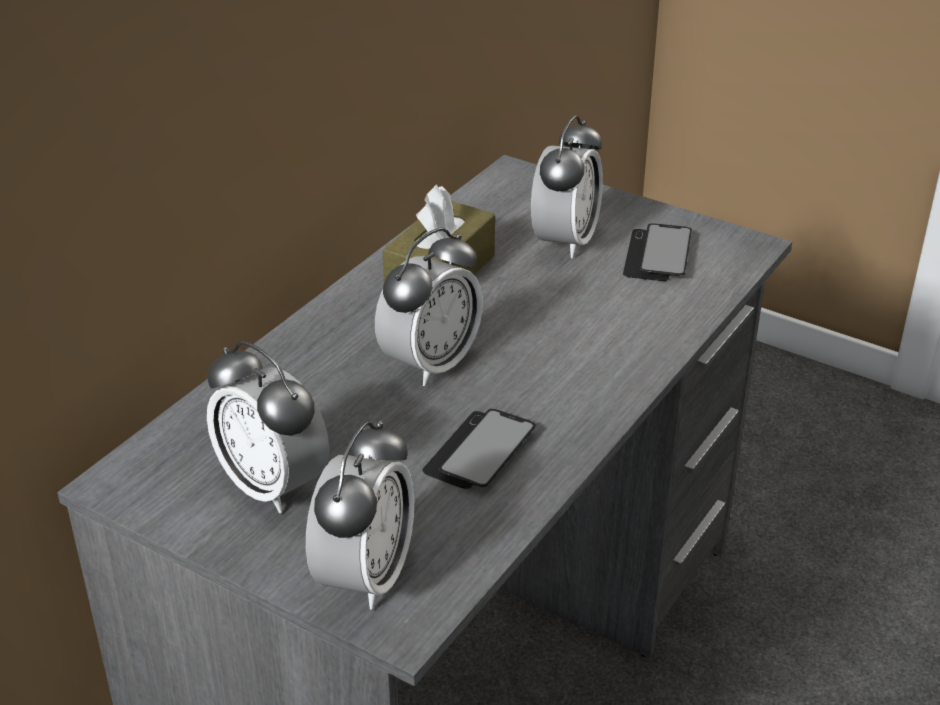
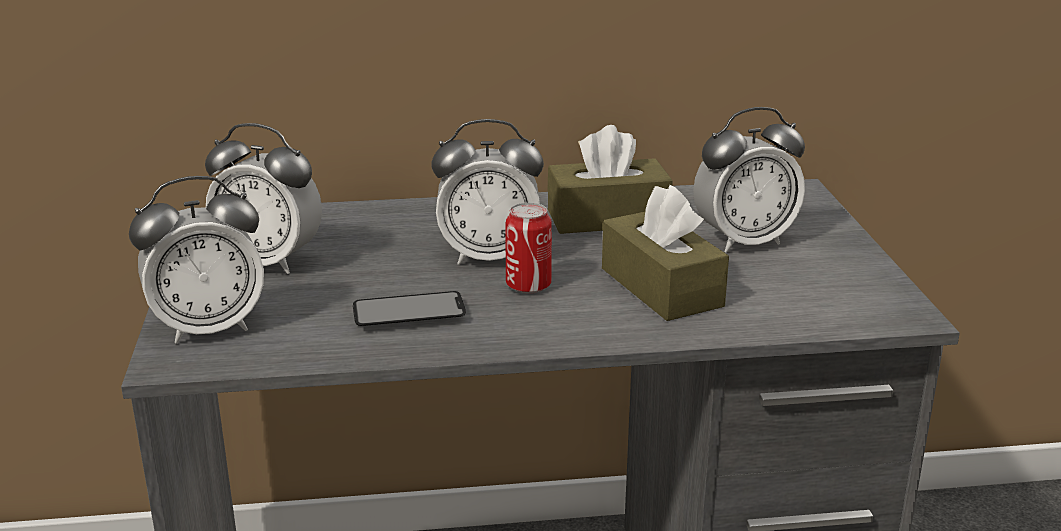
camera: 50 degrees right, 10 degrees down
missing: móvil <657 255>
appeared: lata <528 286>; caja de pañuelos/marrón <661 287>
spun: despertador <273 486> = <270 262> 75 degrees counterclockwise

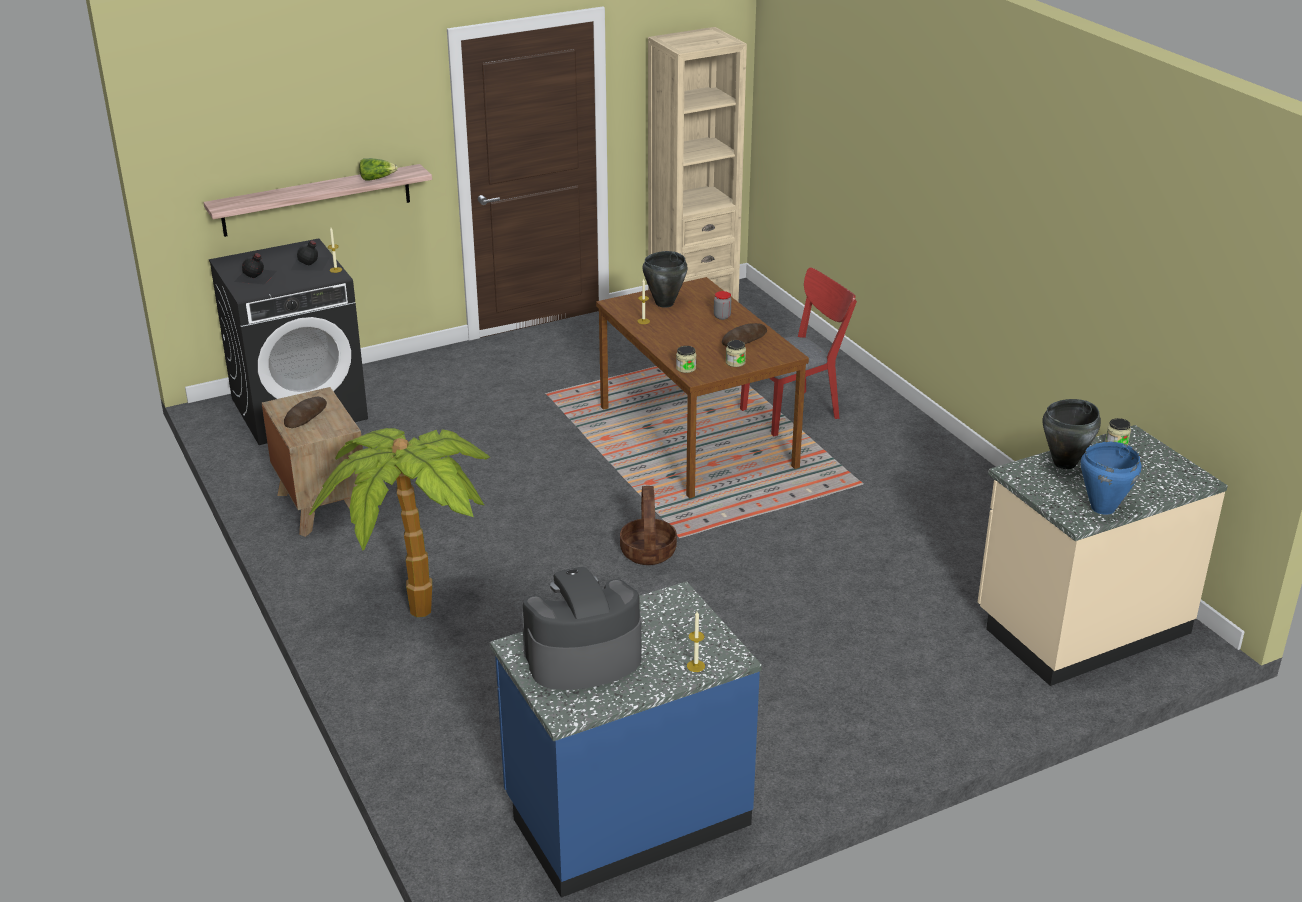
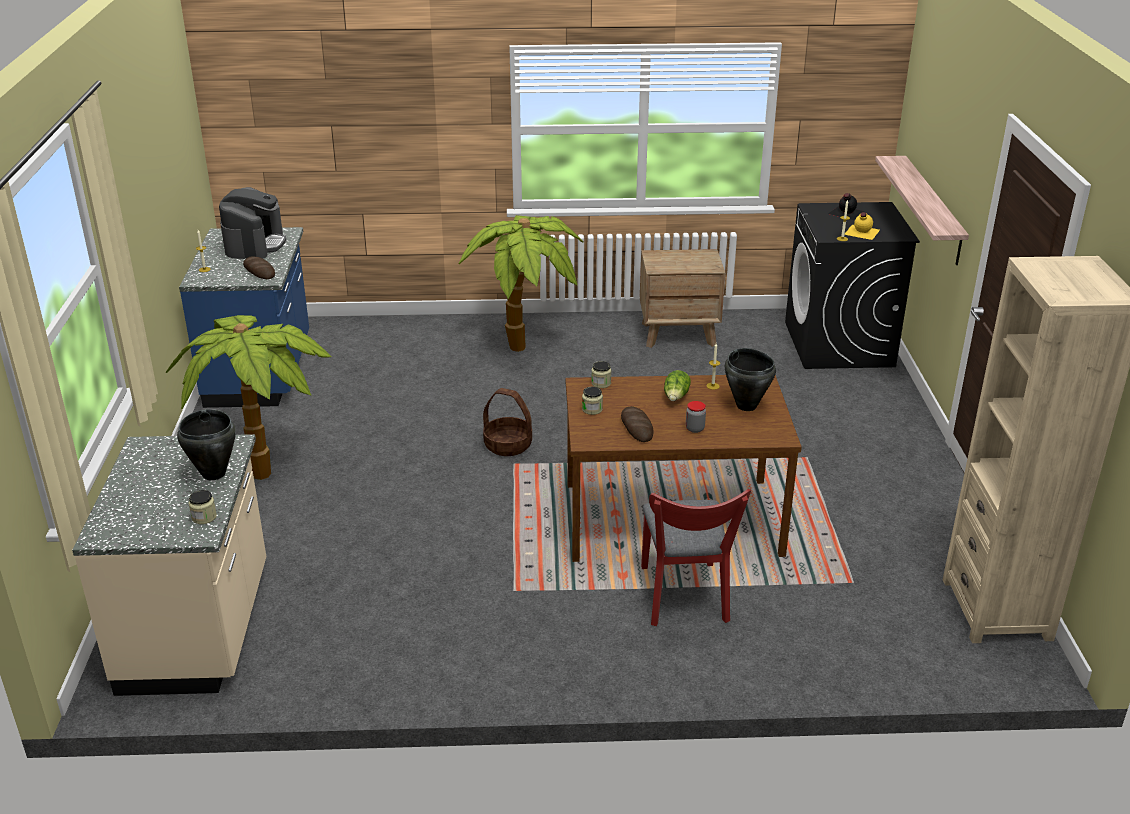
camera: 115 degrees right, 0 degrees up
missing: olla/azul <1102 508>
appeared: planta en maceta <261 468>
relocated: pan <306 415> to <259 271>; lechuga <377 178> to <676 397>
colour: botella/negro <310 263> to botella/amarillo <861 232>

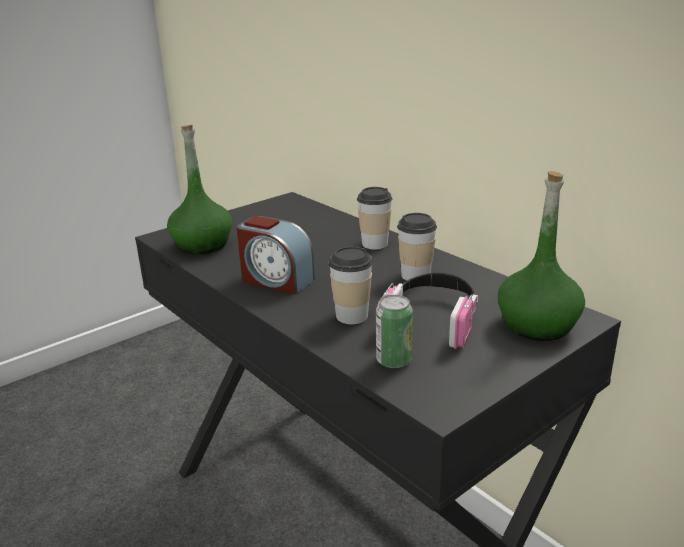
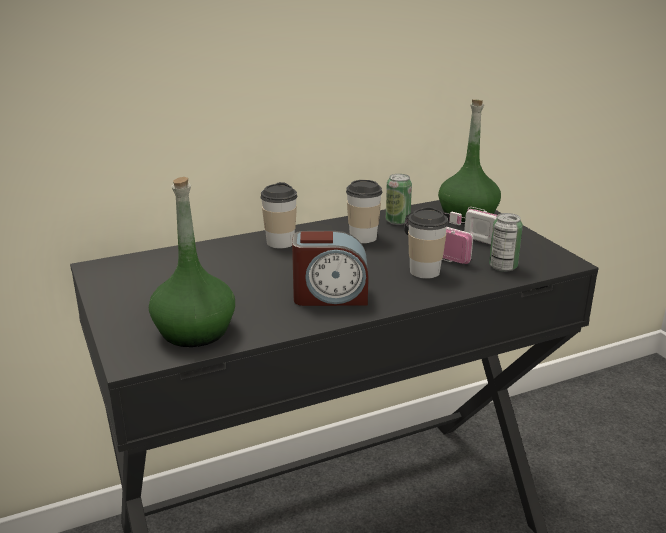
camera: 75 degrees left, 0 degrees up
appeared: lata <397 221>
spun: despertador <276 280> = <330 296> 45 degrees clockwise

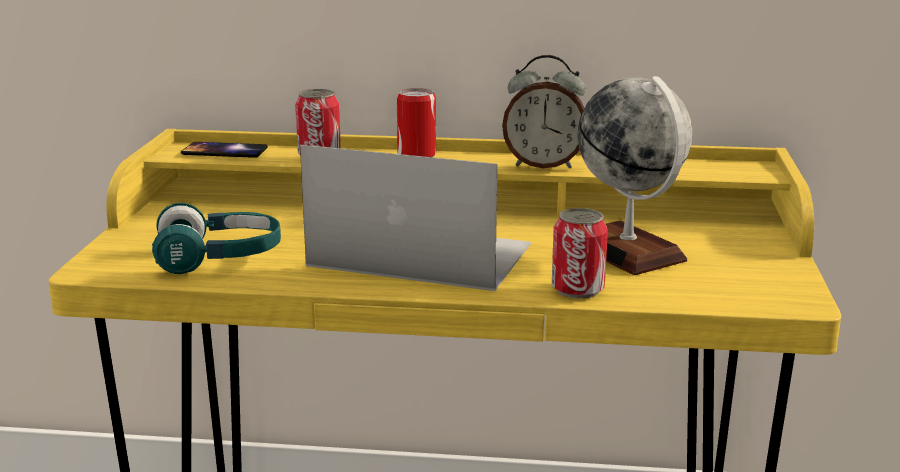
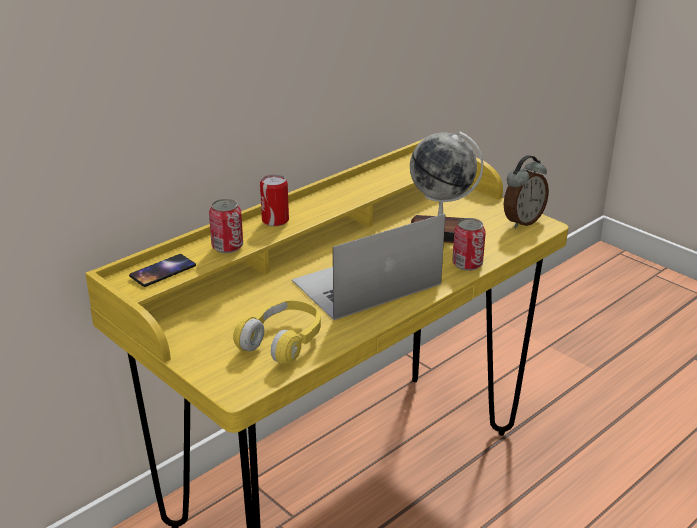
camera: 50 degrees left, 10 degrees up
relocated: despertador <543 165> to <522 221>
colour: auriculares/turquesa <219 259> to auriculares/amarillo <283 342>

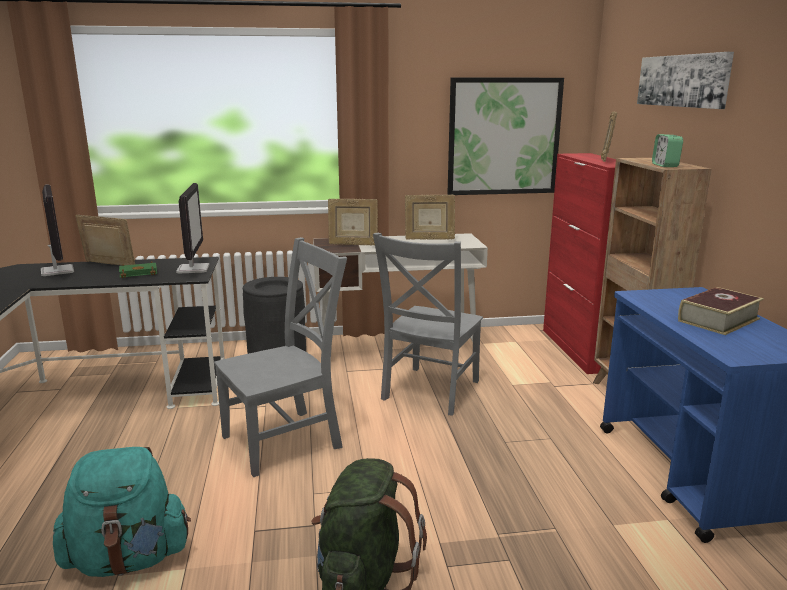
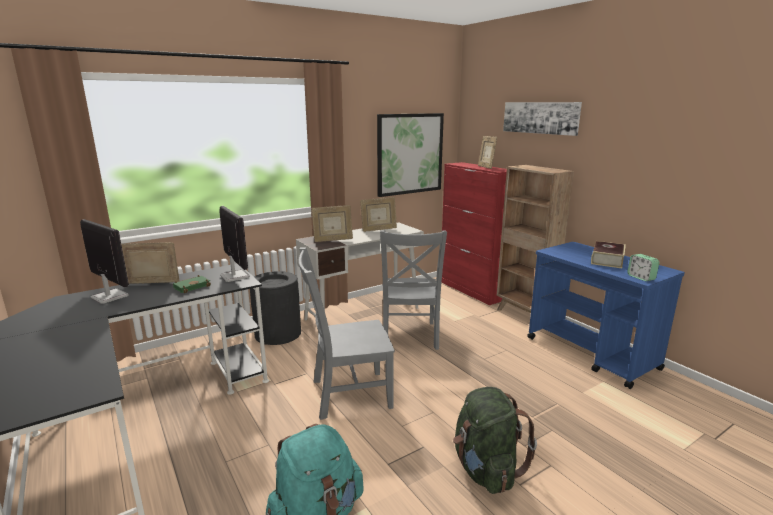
camera: 25 degrees left, 0 degrees up
relocated: despertador <665 165> to <641 278>
spun: silla/gris <287 440> = <347 394> 135 degrees counterclockwise

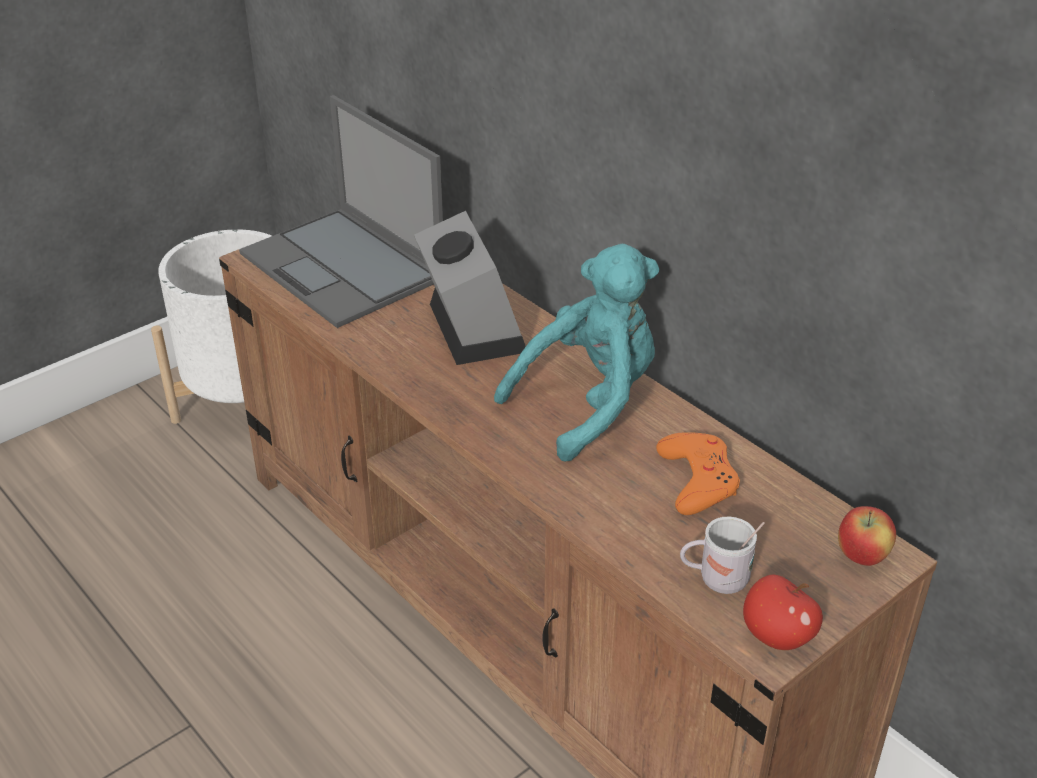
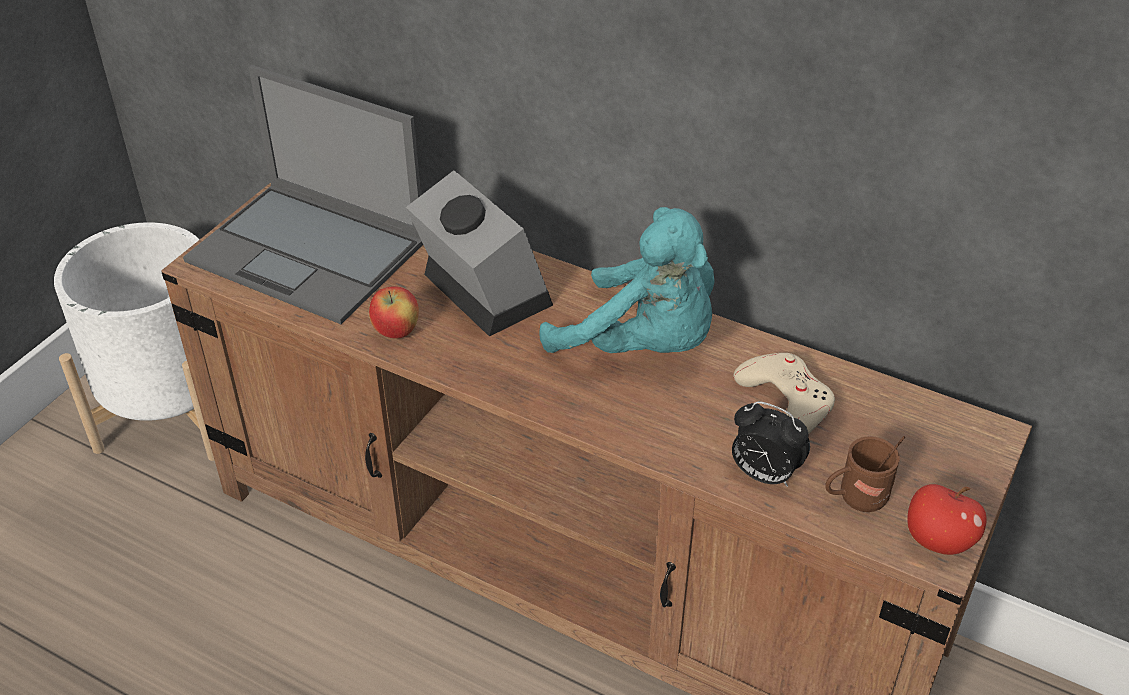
camera: 20 degrees left, 5 degrees up
appeared: despertador <763 474>
relocated: manzana <862 557> to <397 332>
colour: mando de consola/naranja <697 479> to mando de consola/beis <786 400>; taza grande/blanco <716 580> to taza grande/marrón <856 499>
spun: peluche/turquesa <589 403> = <642 346> 90 degrees clockwise

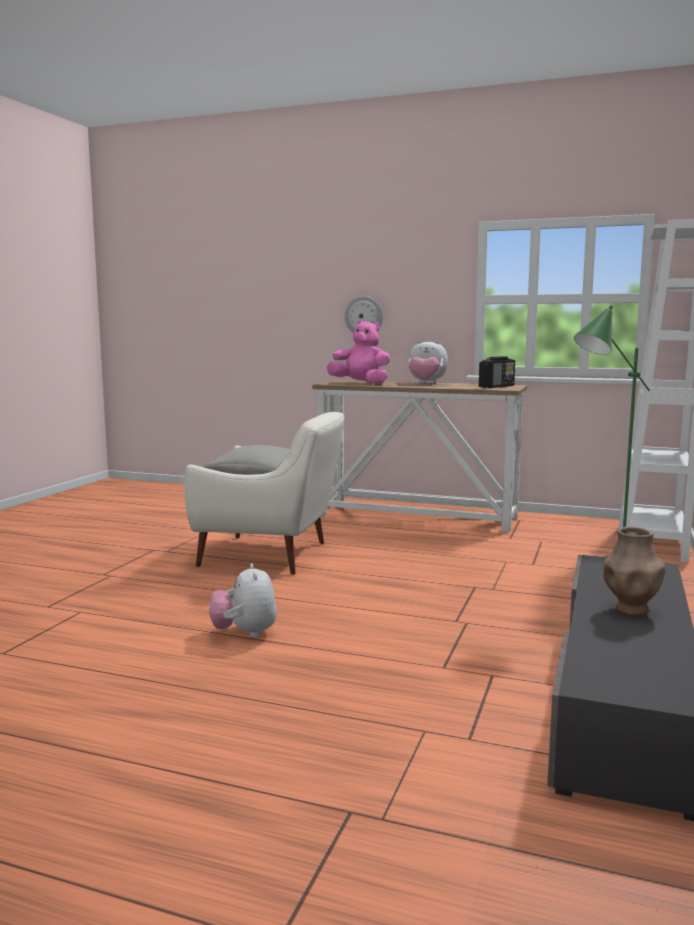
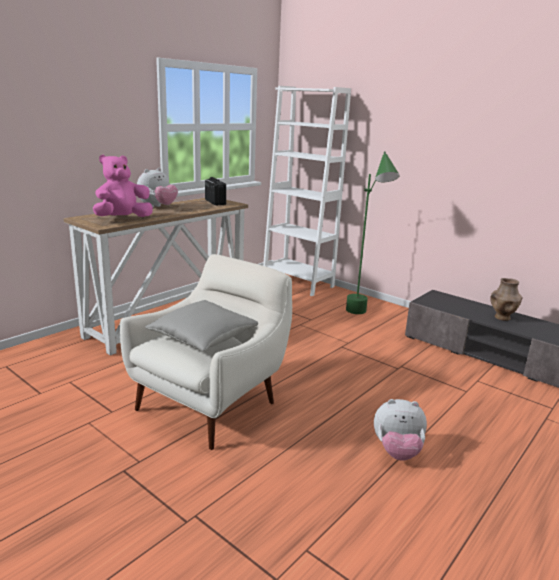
camera: 70 degrees left, 10 degrees up
missing: reloj de pared <364 316>

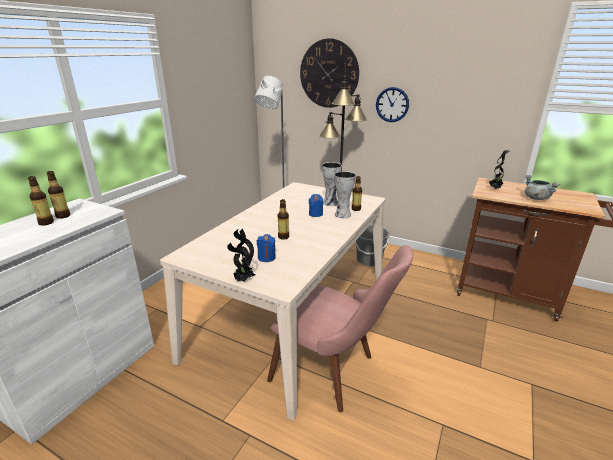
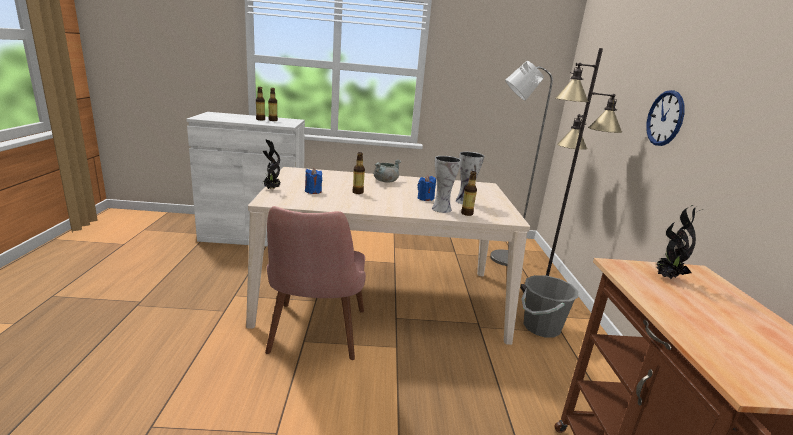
camera: 60 degrees right, 5 degrees down
missing: reloj de pared <329 74>
relocated: olla/gris <535 198> to <385 181>

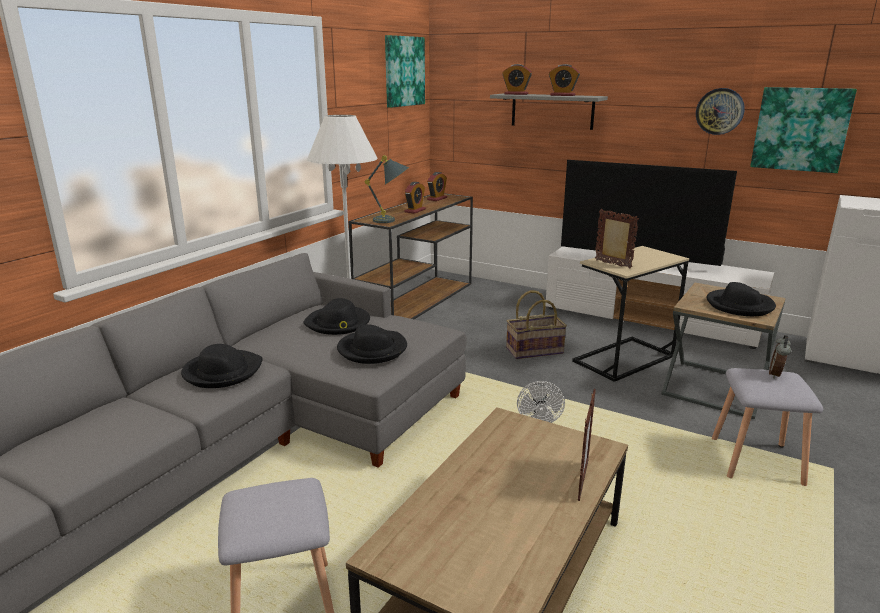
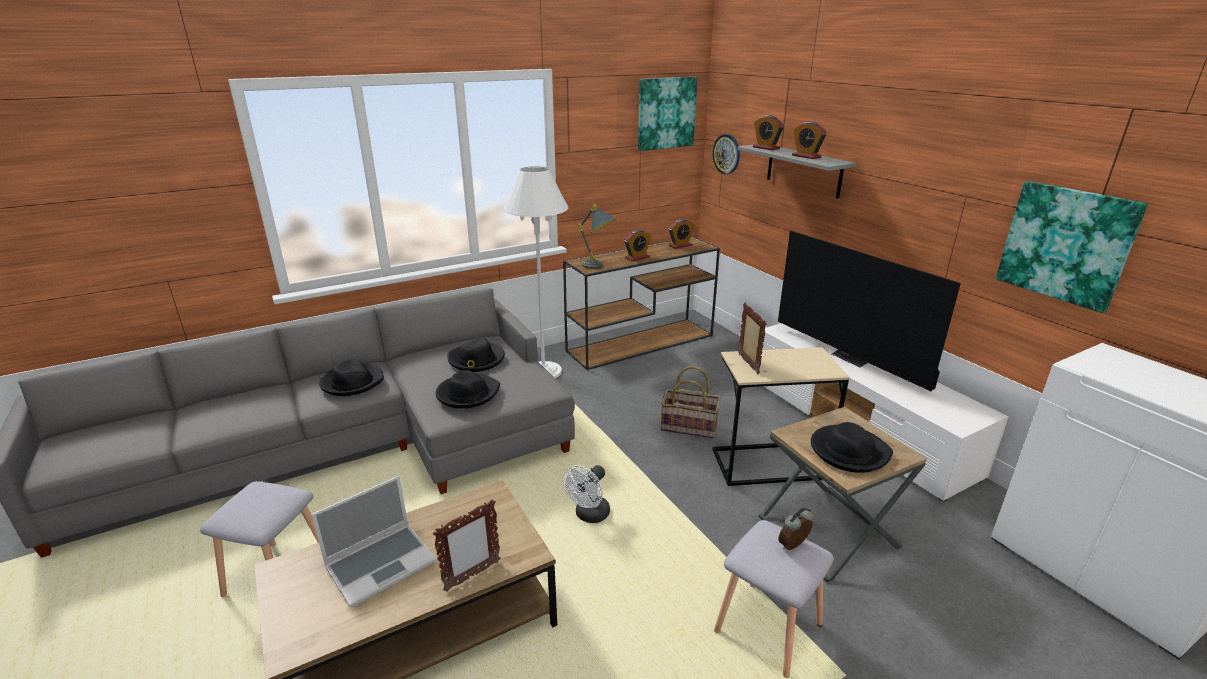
camera: 30 degrees right, 5 degrees up
appeared: portátil <382 563>
relocated: reloj de pared <719 111> to <727 154>

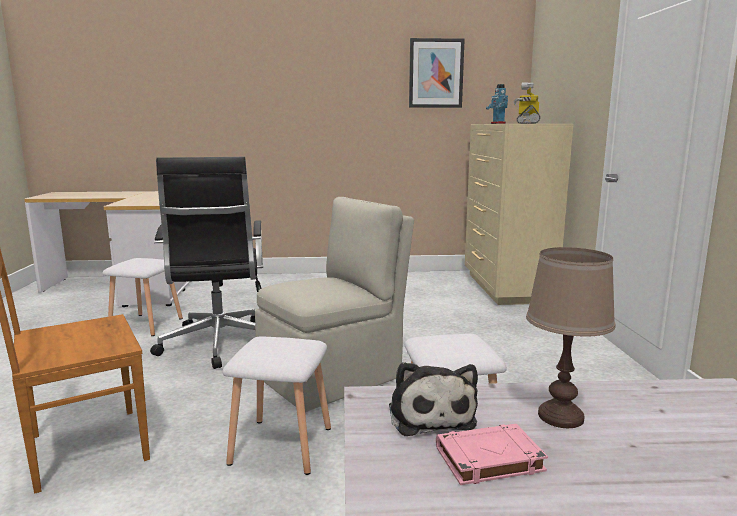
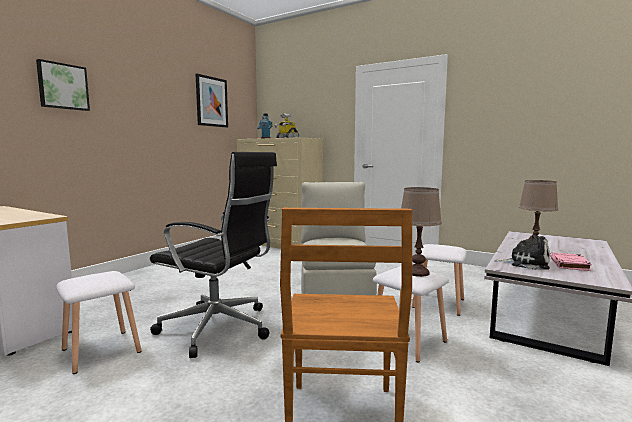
camera: 55 degrees left, 5 degrees down
appeared: cuadro <63 86>; lámpara de mesa/marrón <418 273>

